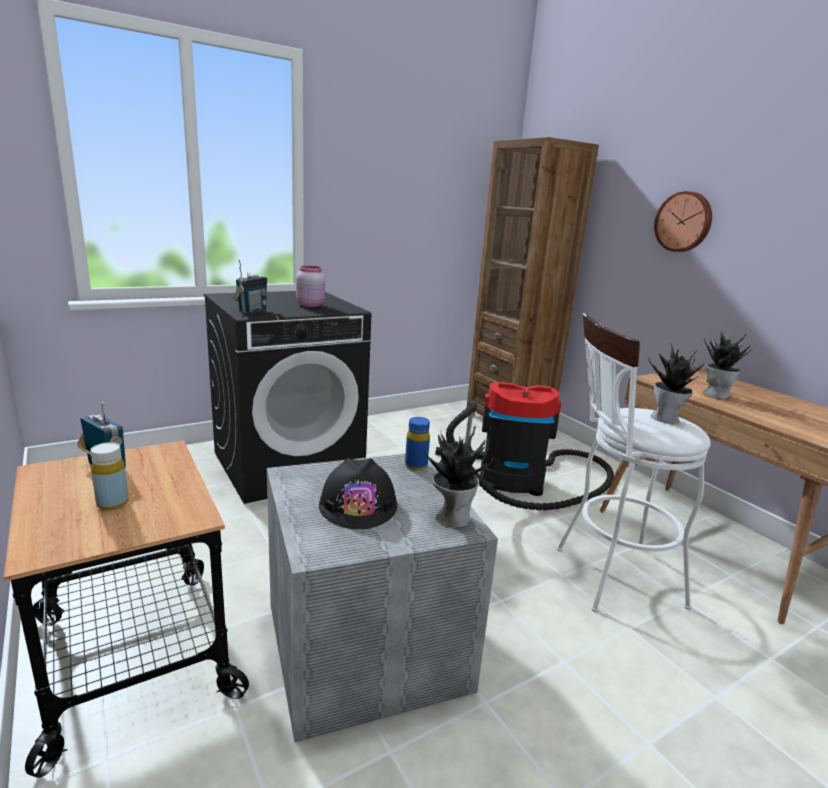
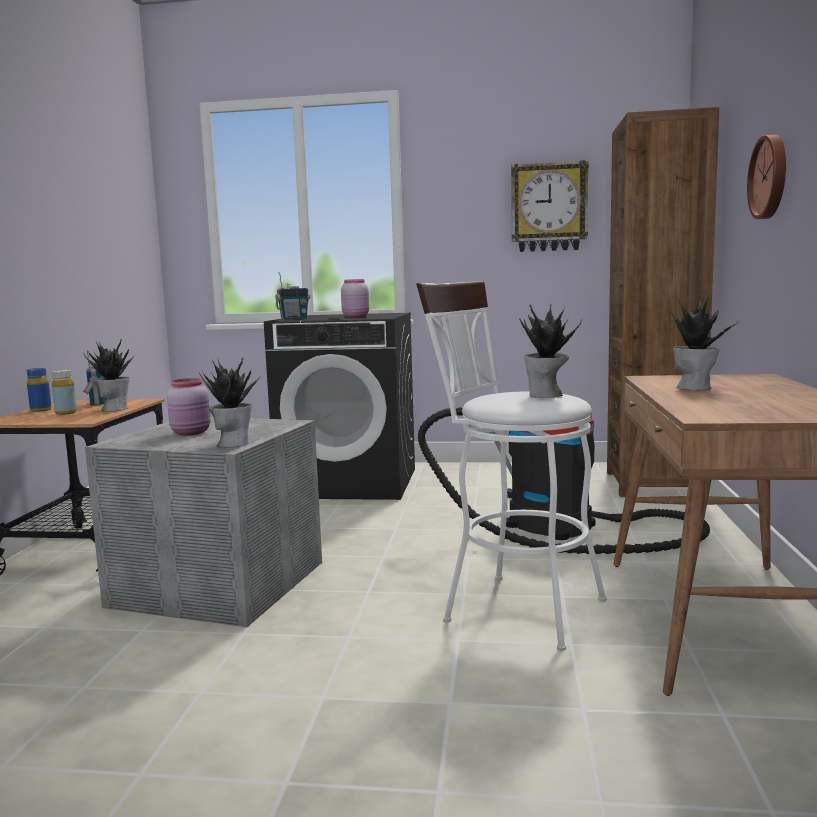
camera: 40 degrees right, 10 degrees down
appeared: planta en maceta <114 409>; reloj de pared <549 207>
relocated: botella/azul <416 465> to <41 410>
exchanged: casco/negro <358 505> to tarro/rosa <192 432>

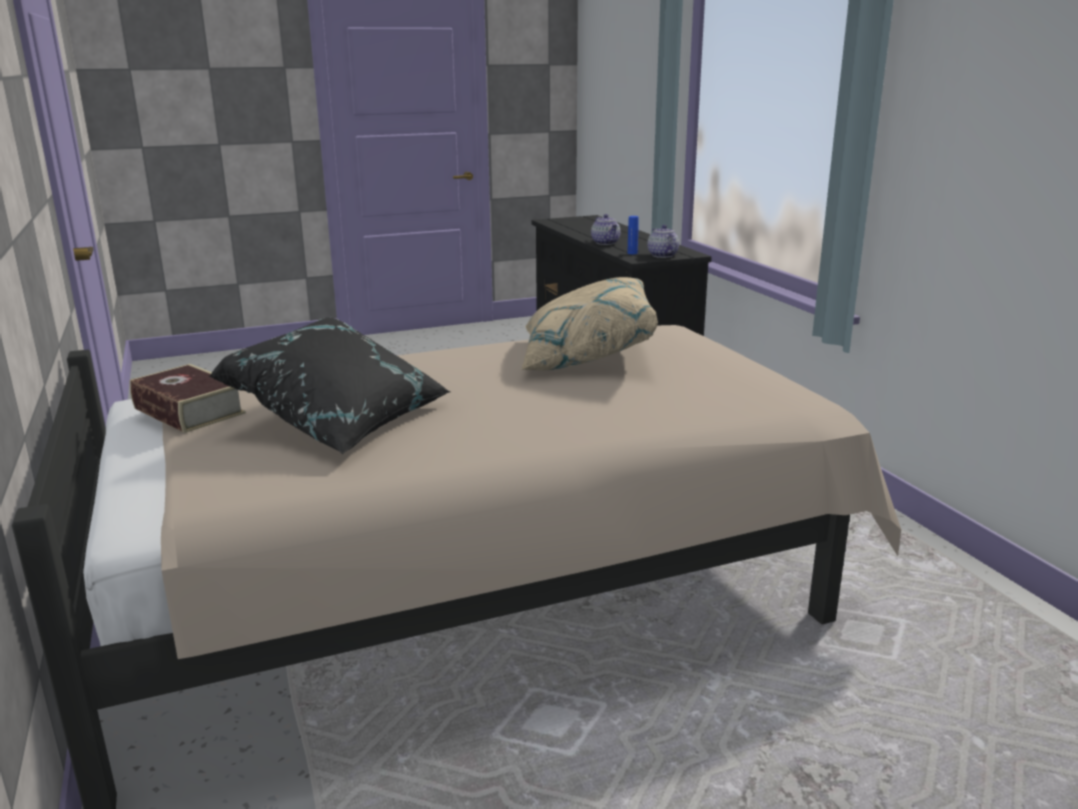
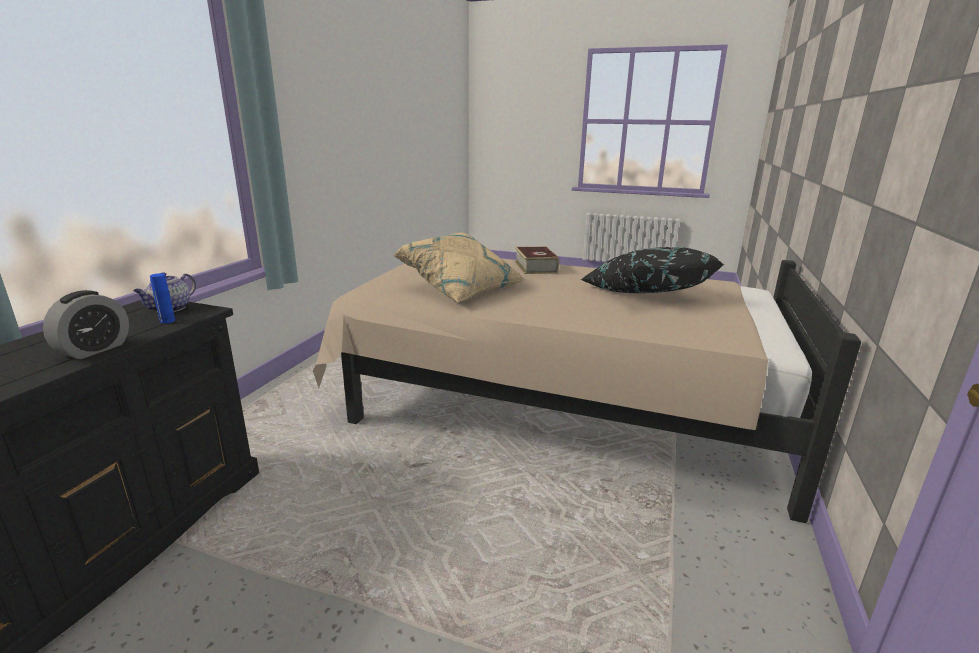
camera: 140 degrees left, 0 degrees up
relocated: libro <189 411> to <535 267>
exchanged: tetera <606 243> to despertador <94 349>

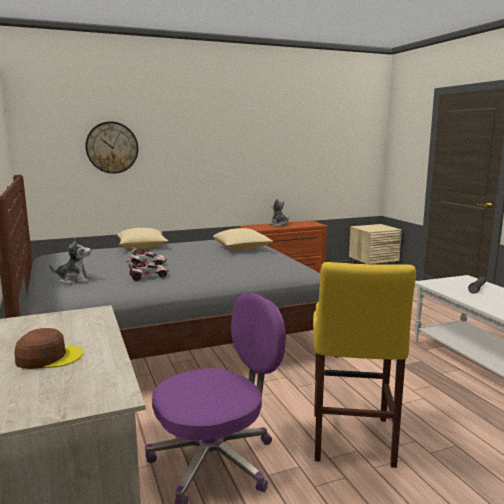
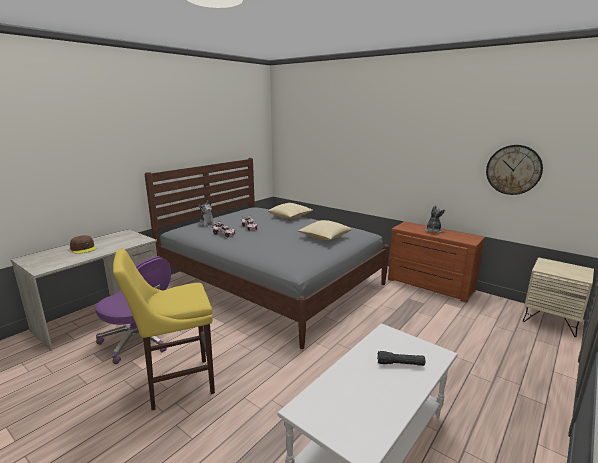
camera: 60 degrees right, 5 degrees up
relocated: reloj de pared <112 147> to <513 170>

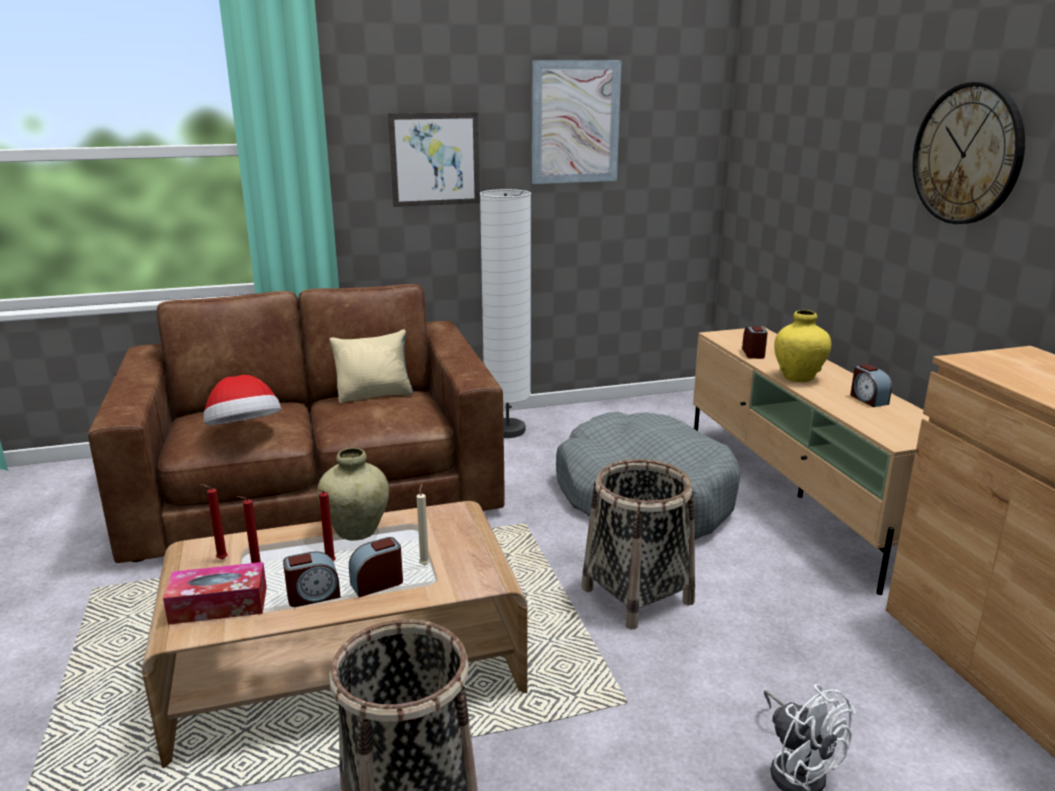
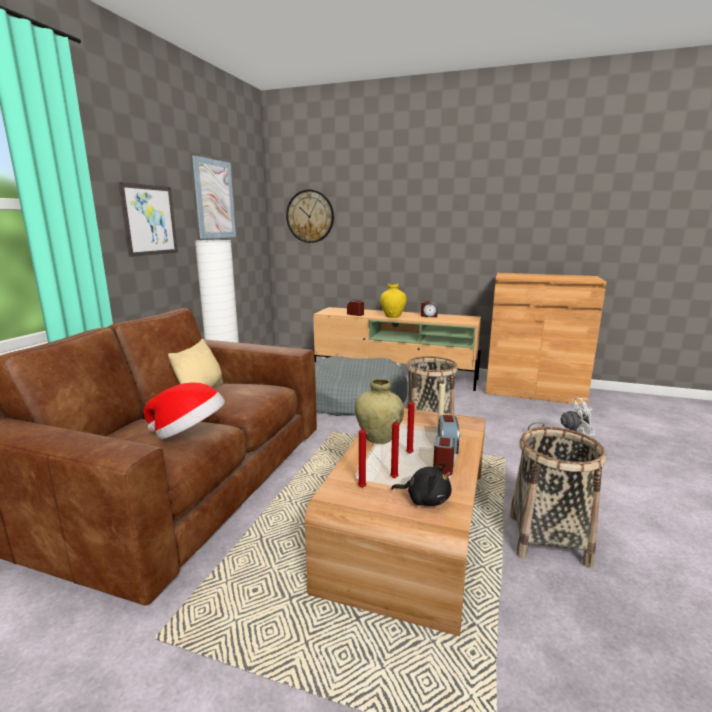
camera: 55 degrees left, 5 degrees down
relocated: reloj de pared <967 154> to <310 216>
exchanged: caja de pañuelos <219 605> to peluche/negro <425 499>

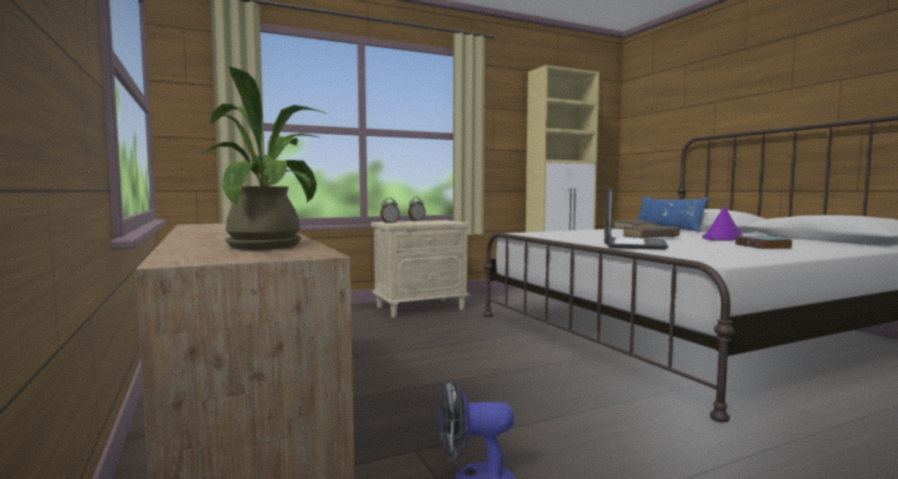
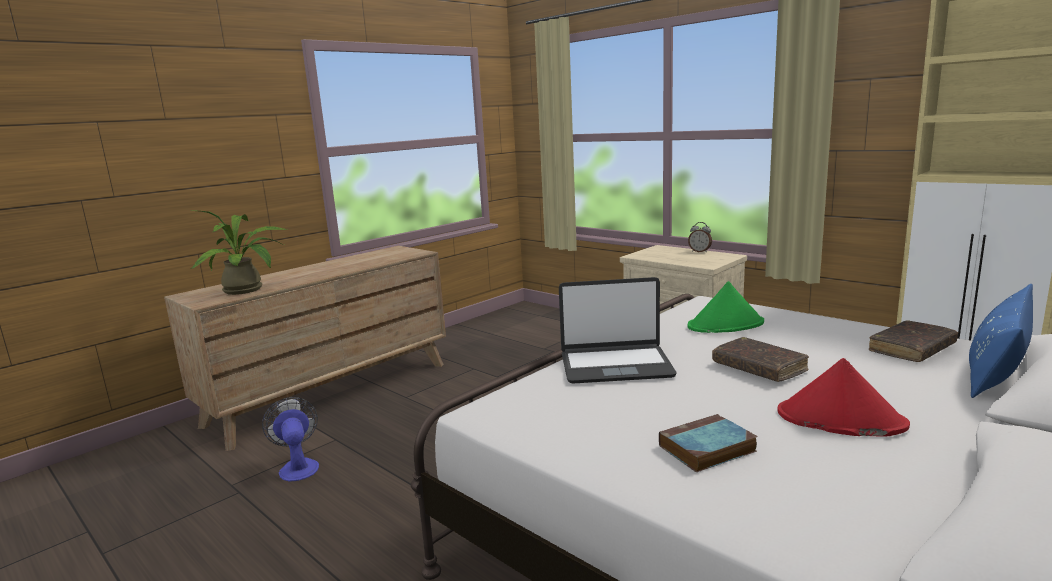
camera: 70 degrees right, 10 degrees up
missing: despertador <389 223>
appeared: sombrero/verde <726 325>
colour: sombrero/morado <722 238> to sombrero/rojo <840 419>

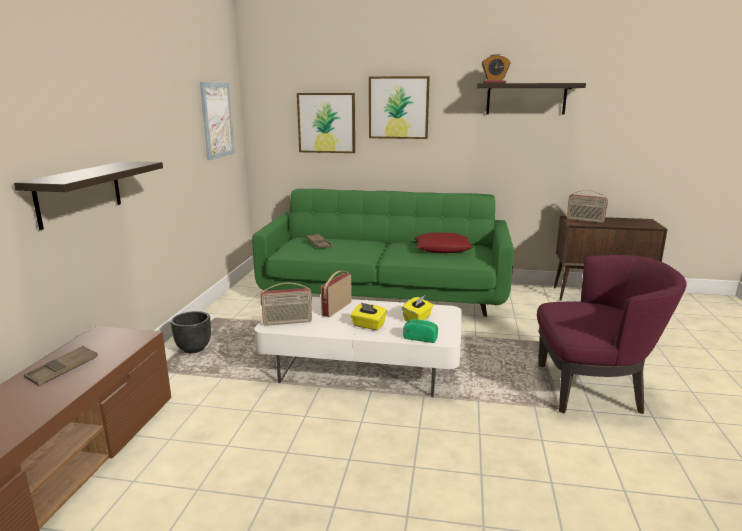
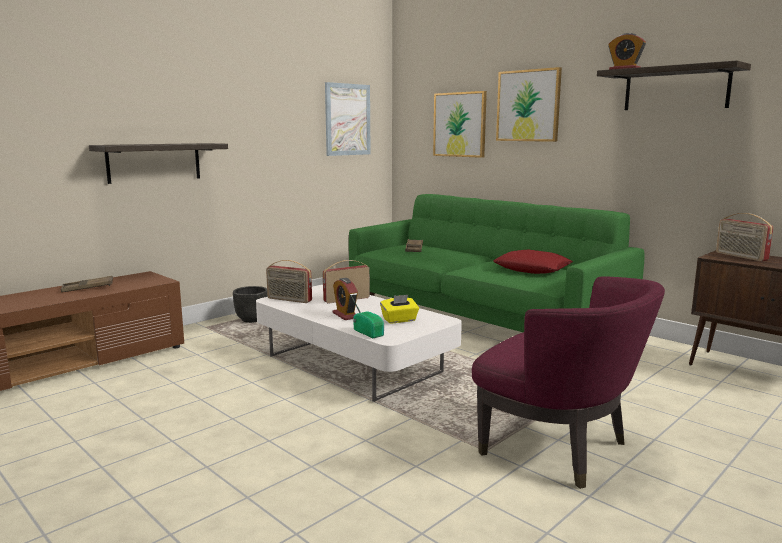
camera: 35 degrees right, 5 degrees down
exchanged: caja de pañuelos/amarillo <368 326> to despertador <345 315>

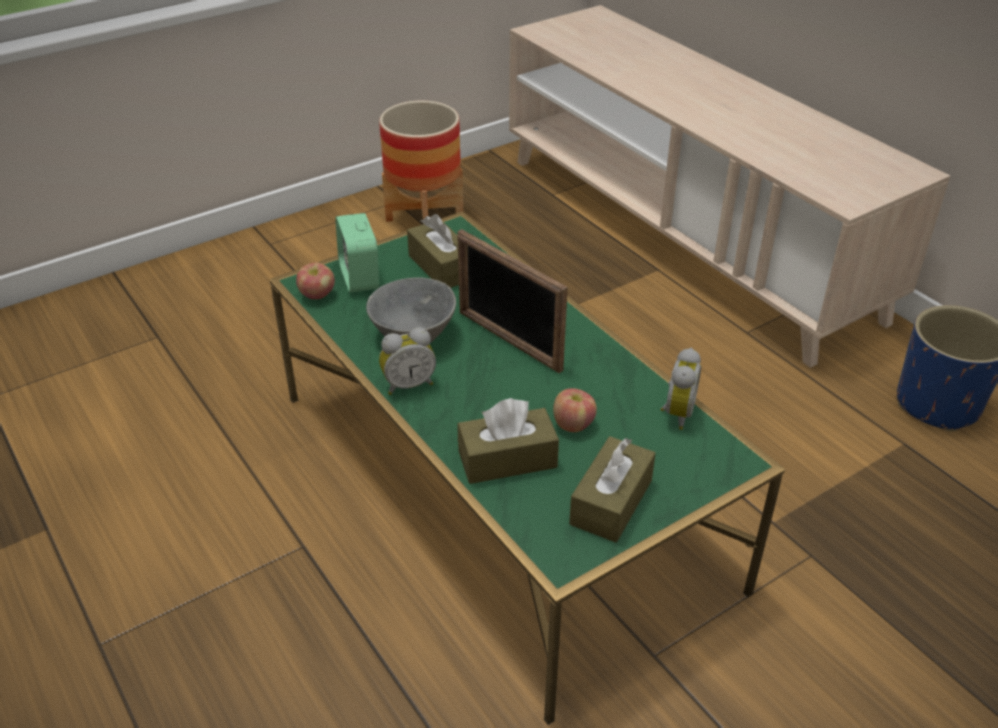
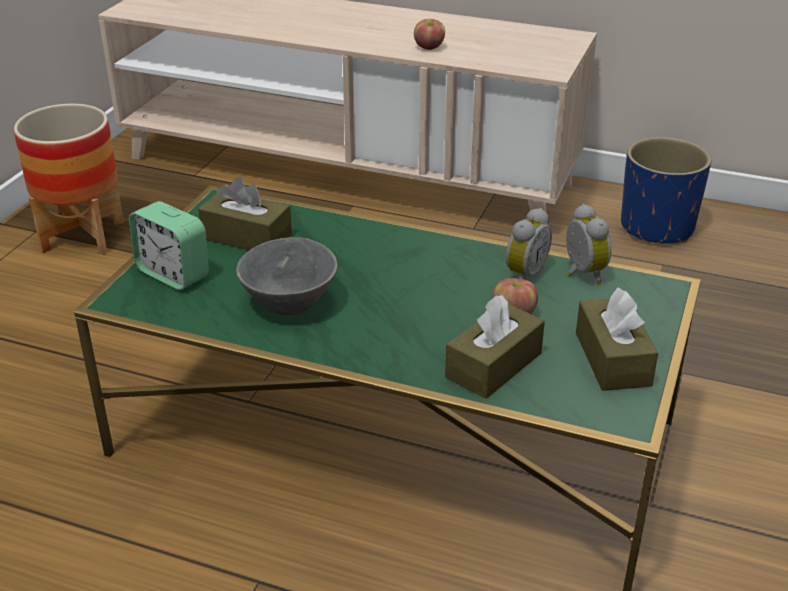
camera: 35 degrees left, 5 degrees down
missing: portarretratos <509 341>
relocated: manzana <317 295> to <429 47>; despertador <408 384> to <523 274>

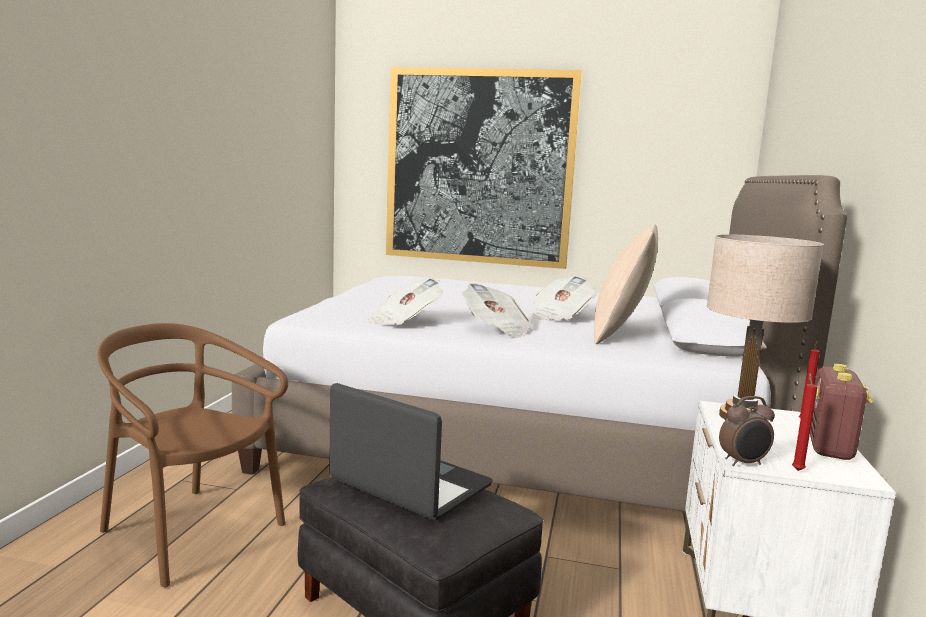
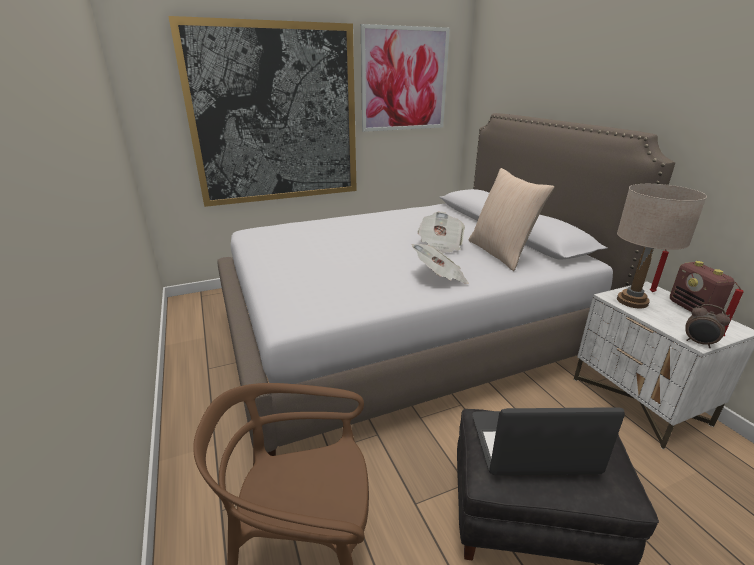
camera: 35 degrees left, 15 degrees up
missing: periódico <404 321>
appeared: cuadro <404 80>
spun: despertador <743 463> = <699 343> 90 degrees clockwise

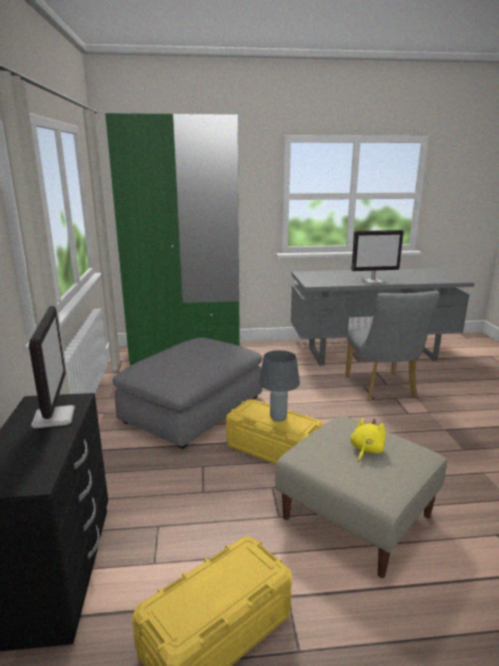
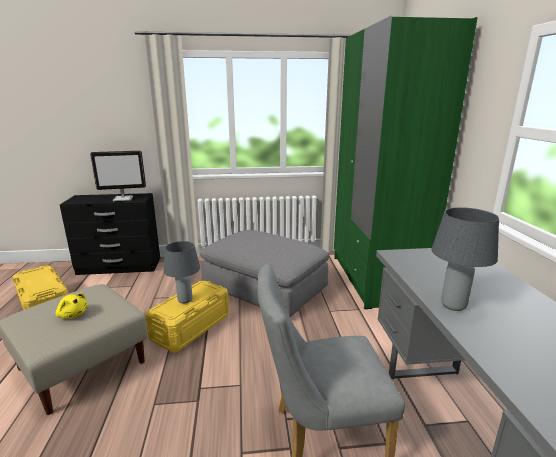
camera: 90 degrees right, 0 degrees up
exchanged: monitor <373 281> to lámpara de mesa/gris <454 306>

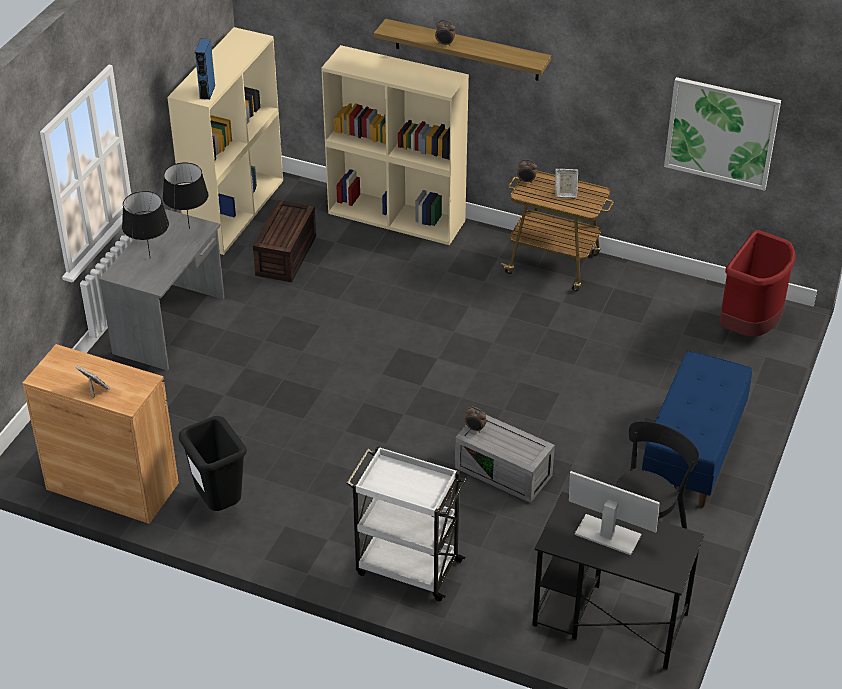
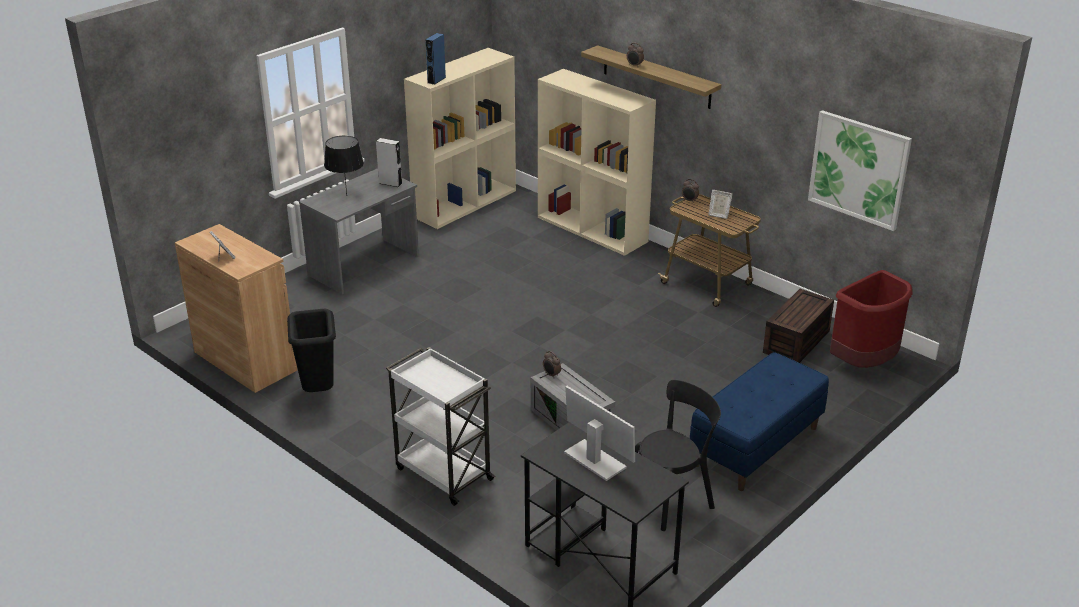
camera: 20 degrees right, 10 degrees down
relocated: caja de almacenaje/marrón <287 256> to <797 342>
exchanged: lámpara de mesa/negro <189 228> to altavoz/gris <390 183>

